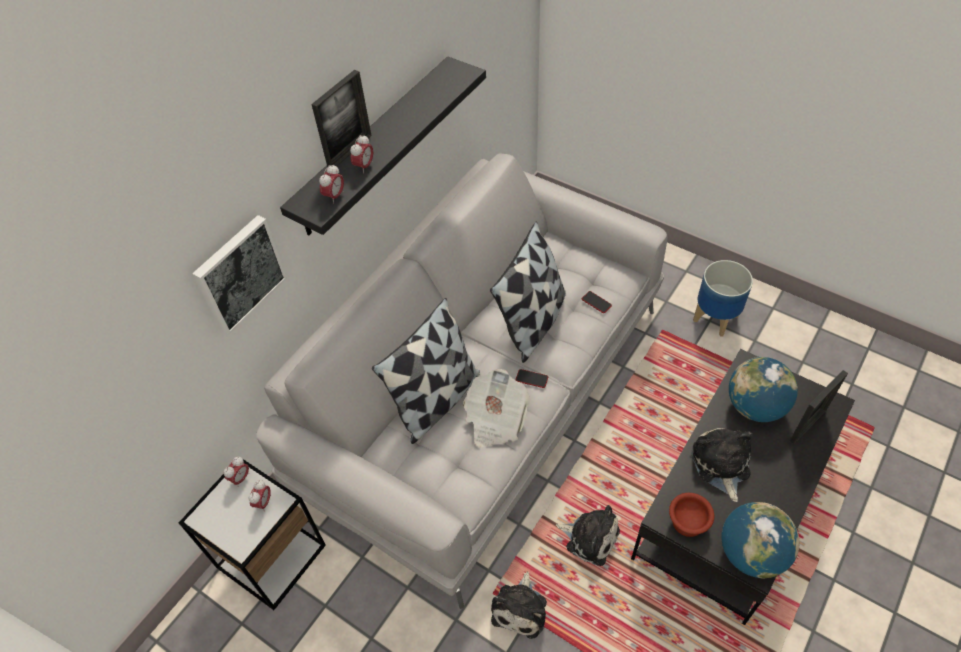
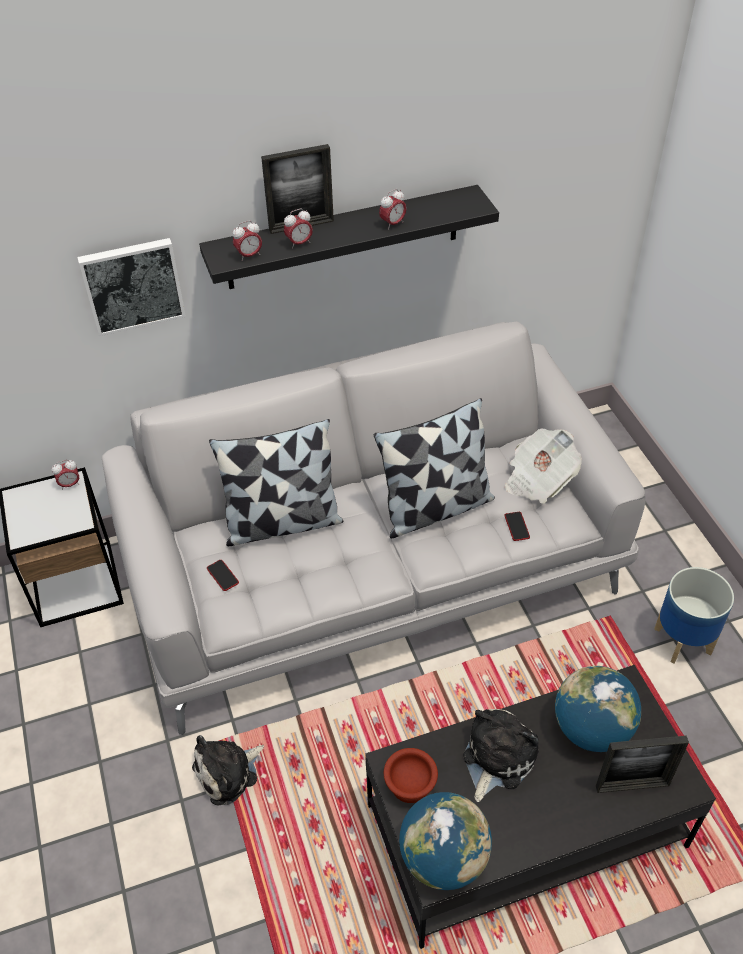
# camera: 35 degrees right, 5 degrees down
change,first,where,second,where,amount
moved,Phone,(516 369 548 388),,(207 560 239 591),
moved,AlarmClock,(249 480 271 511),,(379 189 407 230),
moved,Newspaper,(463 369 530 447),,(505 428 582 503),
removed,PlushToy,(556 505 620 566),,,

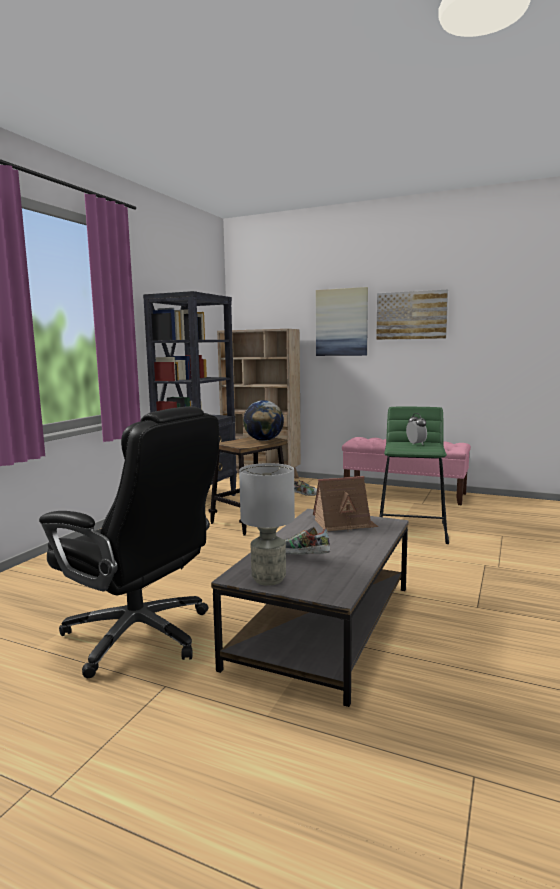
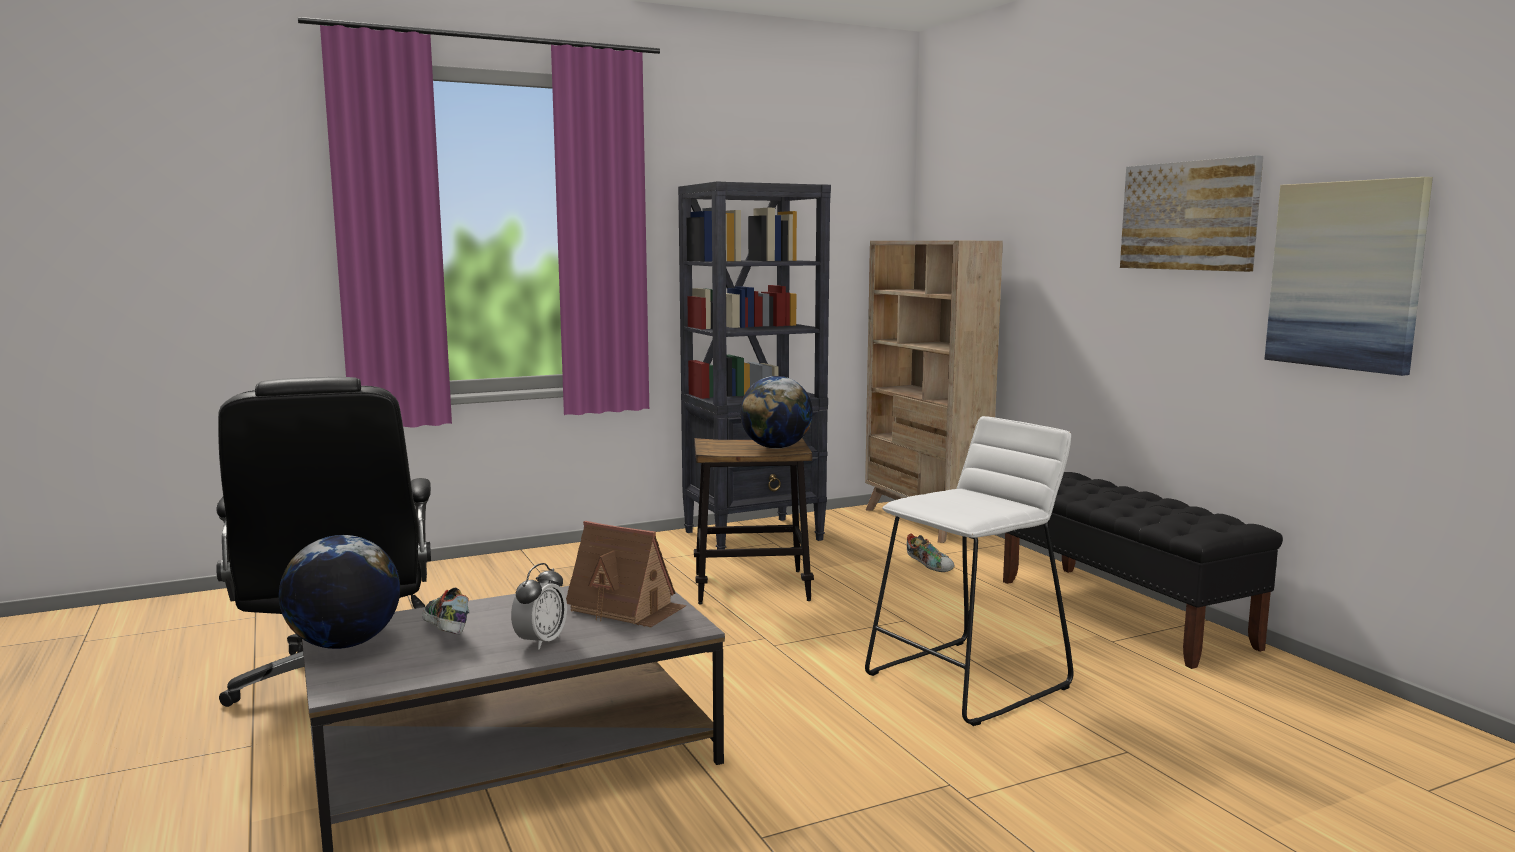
# camera: 40 degrees right, 0 degrees up
change,first,where,second,where,amount
replaced,GreyTableLamp,(239 463 295 586),Globe,(279 535 400 649),
moved,AlarmClock,(406 413 427 445),,(511 563 567 650),
recoloured,GreenStool,(380 407 449 544),WhiteStool,(865 416 1073 726),
recoloured,PinkBench,(342 437 471 505),BlackBench,(1003 472 1283 669),
moved,Picture,(316 287 368 356),,(1264 177 1433 376),

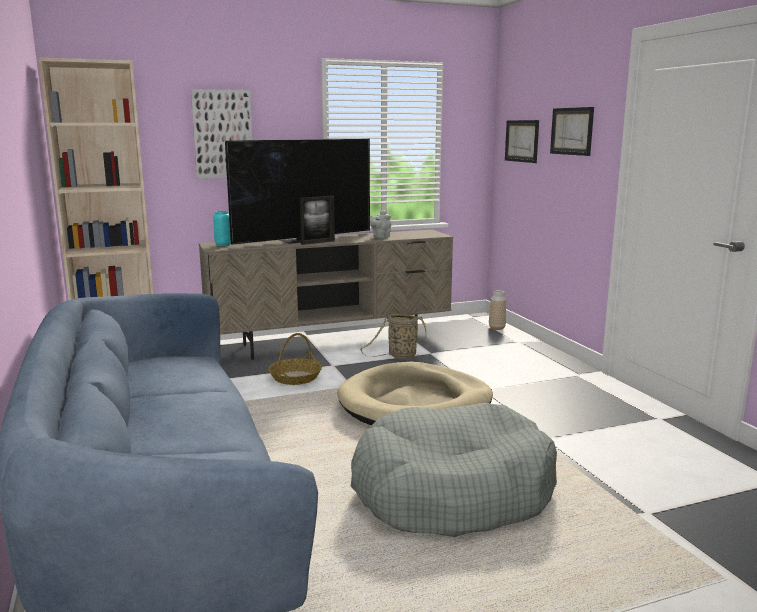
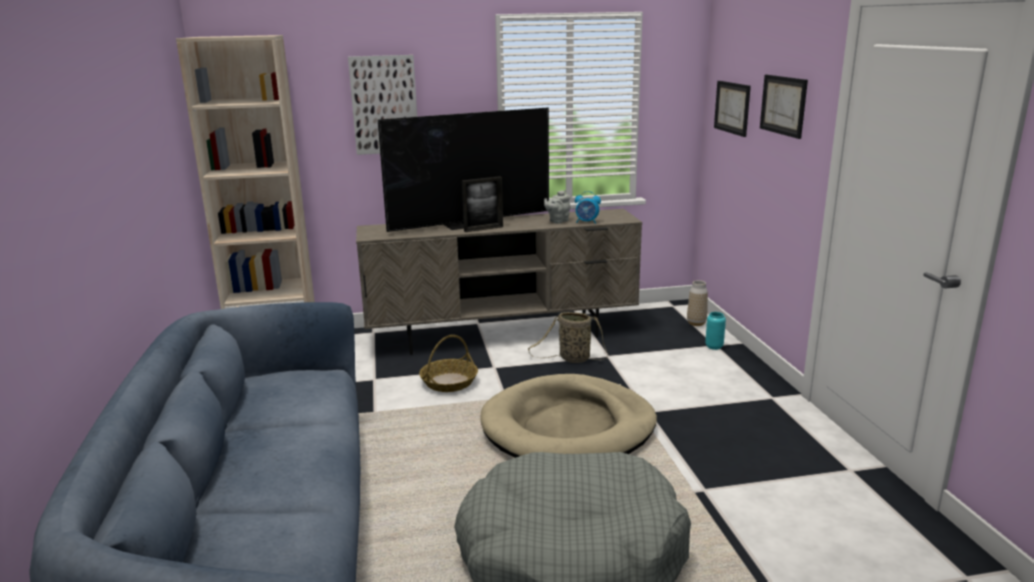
# camera: 10 degrees right, 5 degrees up
change,first,where,second,where,amount
added,,,AlarmClock,(575 191 601 224),
moved,TurquoiseVase,(213 211 231 246),,(705 312 726 350),

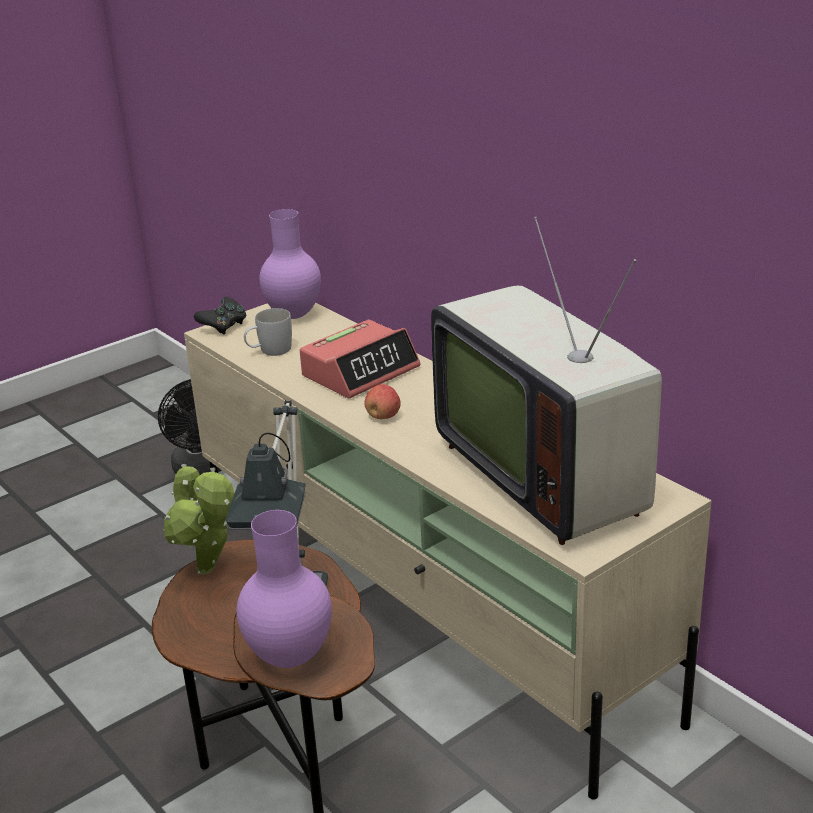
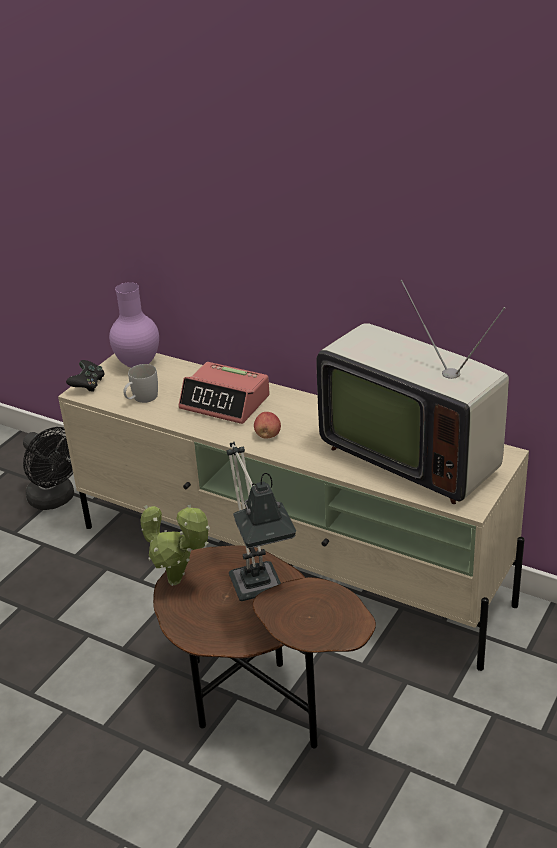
# camera: 20 degrees left, 5 degrees up
change,first,where,second,where,amount
turned,AlarmClock,(300 319 420 398),,(178 362 270 424),90 degrees clockwise
removed,PurpleVase,(237 510 332 668),,,

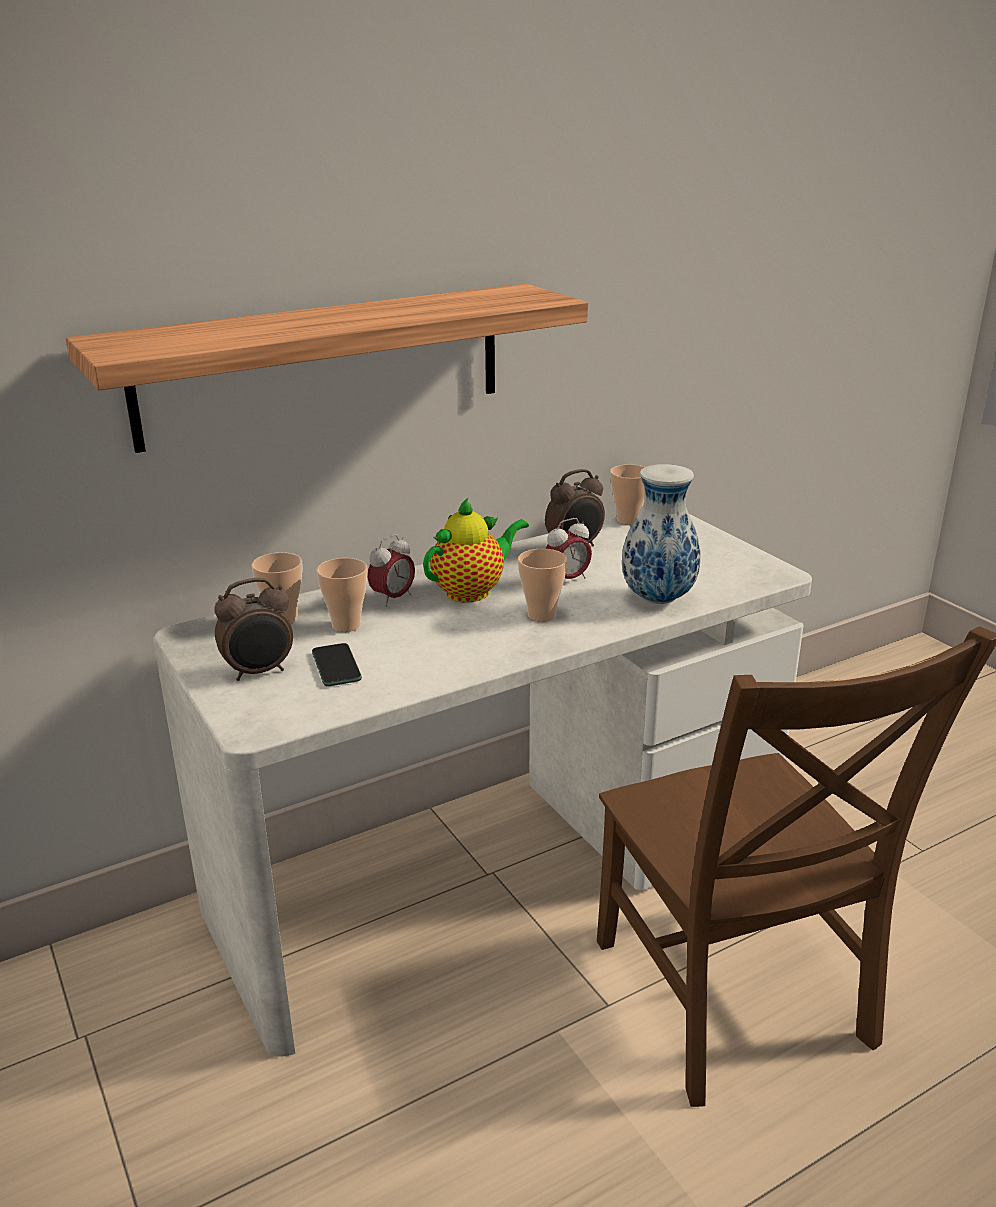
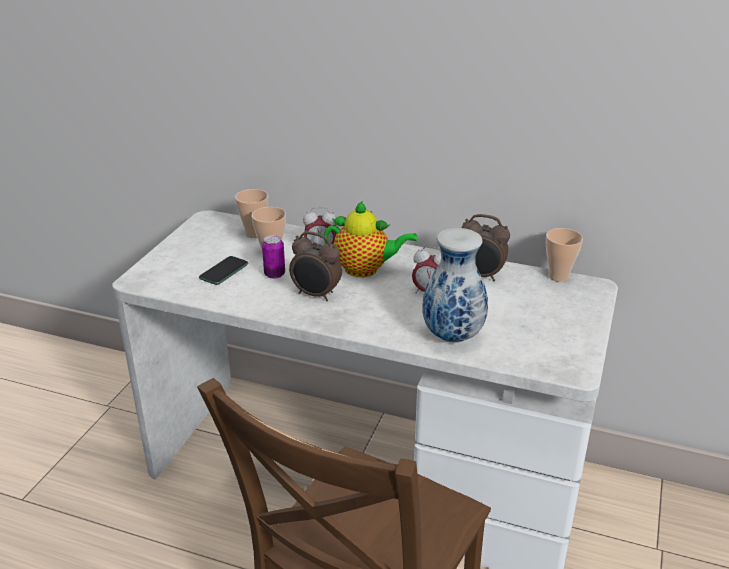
# camera: 50 degrees right, 5 degrees up
change,first,where,second,where,amount
added,,,Can,(262 235 285 279),
moved,AlarmClock,(214 578 293 681),,(289 231 342 301),
removed,Shelf,(66 284 588 453),,,
removed,Cup,(518 549 567 622),,,

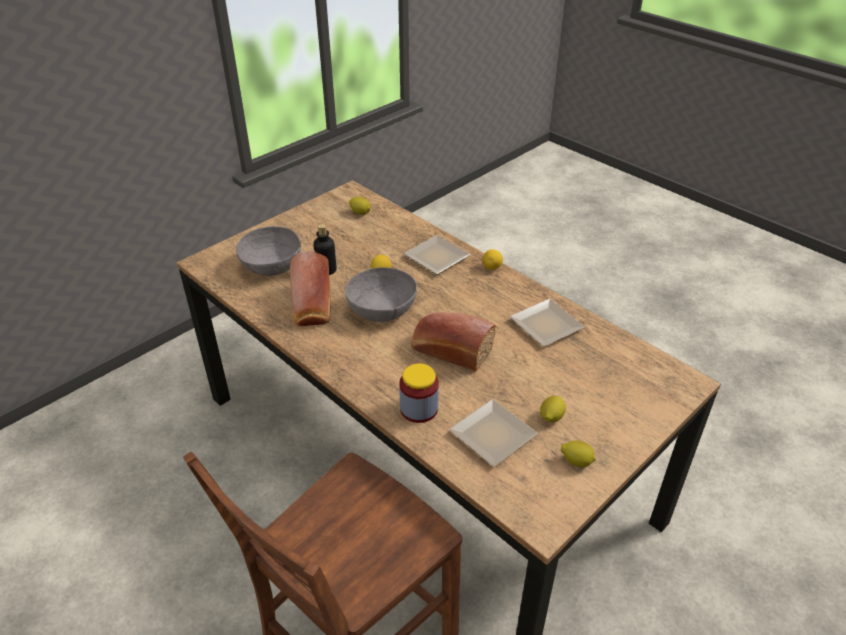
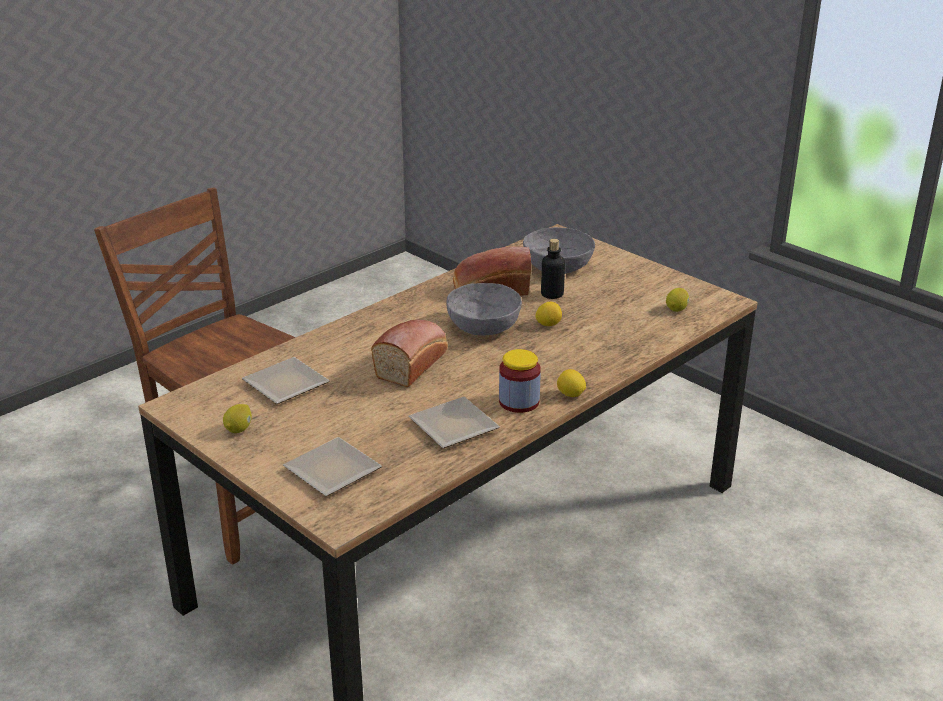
# camera: 90 degrees right, 10 degrees down
change,first,where,second,where,amount
moved,Plate,(403 235 470 275),,(283 437 382 496),
moved,Jar,(399 364 439 423),,(499 349 541 413),
removed,Lemon,(540 396 566 422),,,

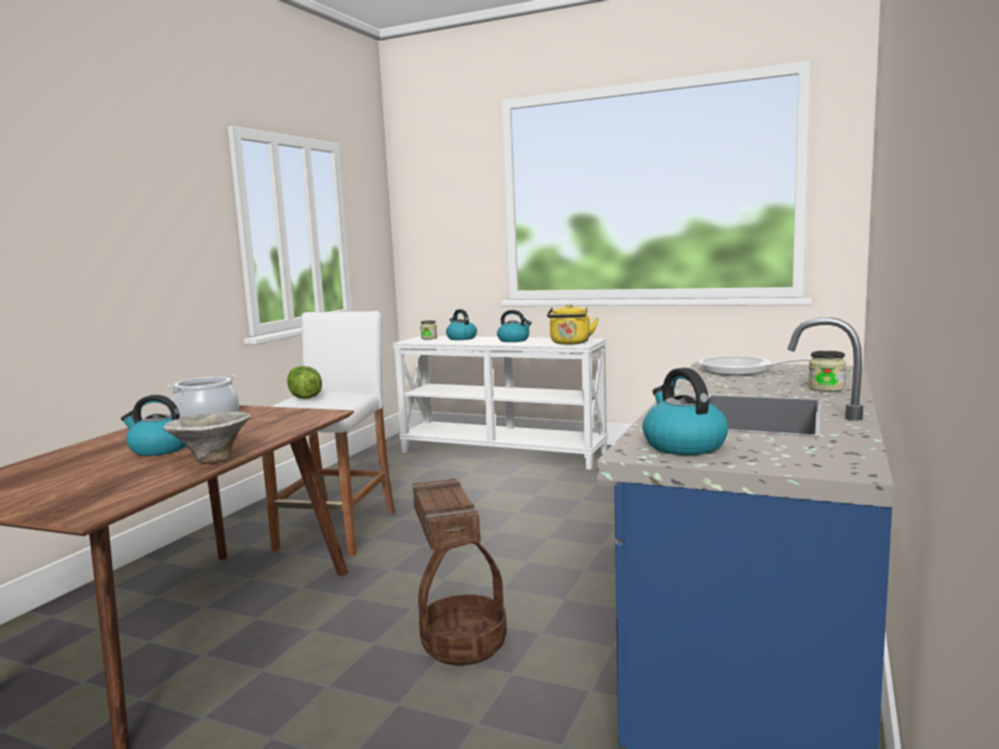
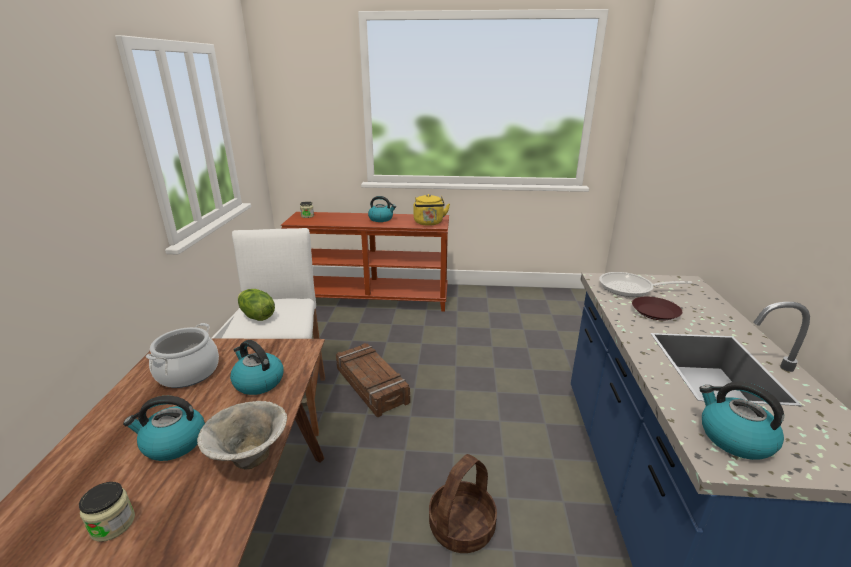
# camera: 20 degrees left, 15 degrees up
change,first,where,second,where,amount
moved,Jar,(808 351 846 392),,(79 482 135 542),
moved,Kettle,(446 309 477 340),,(230 340 284 395),
recoloured,WhiteConsoleTable,(392 336 608 470),BrownConsoleTable,(281 212 449 312),
added,,,BrownPlate,(632 297 682 321),

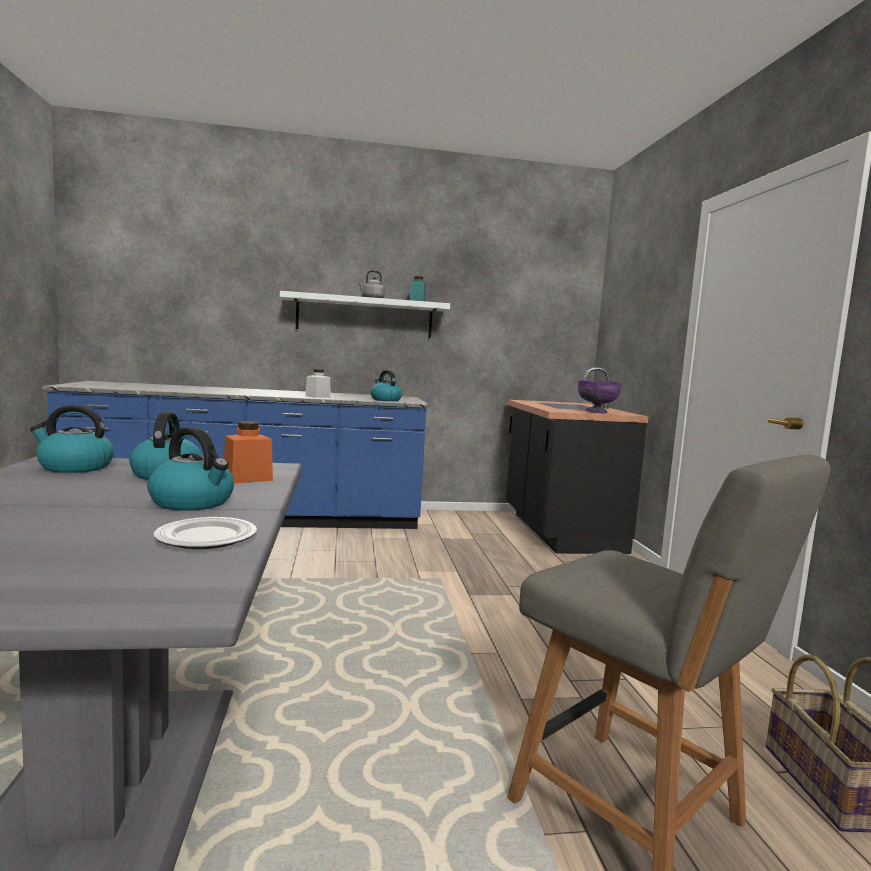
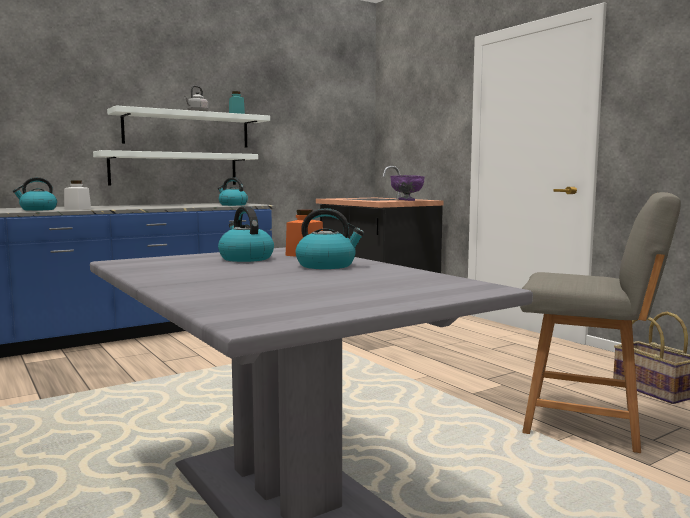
# camera: 25 degrees left, 0 degrees up
change,first,where,second,where,amount
moved,Kettle,(30 405 114 473),,(13 177 57 211),
moved,WhiteJar,(305 369 331 398),,(64 181 91 210),
added,,,WhiteShelf,(93 150 258 185),
removed,Plate,(154 517 257 549),,,

